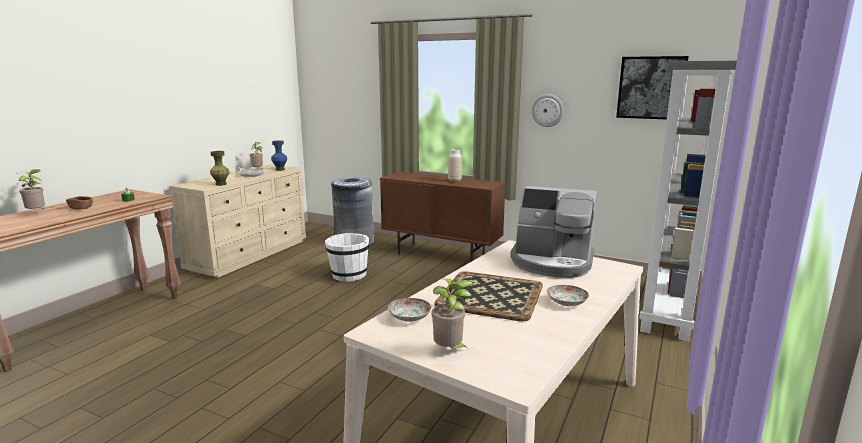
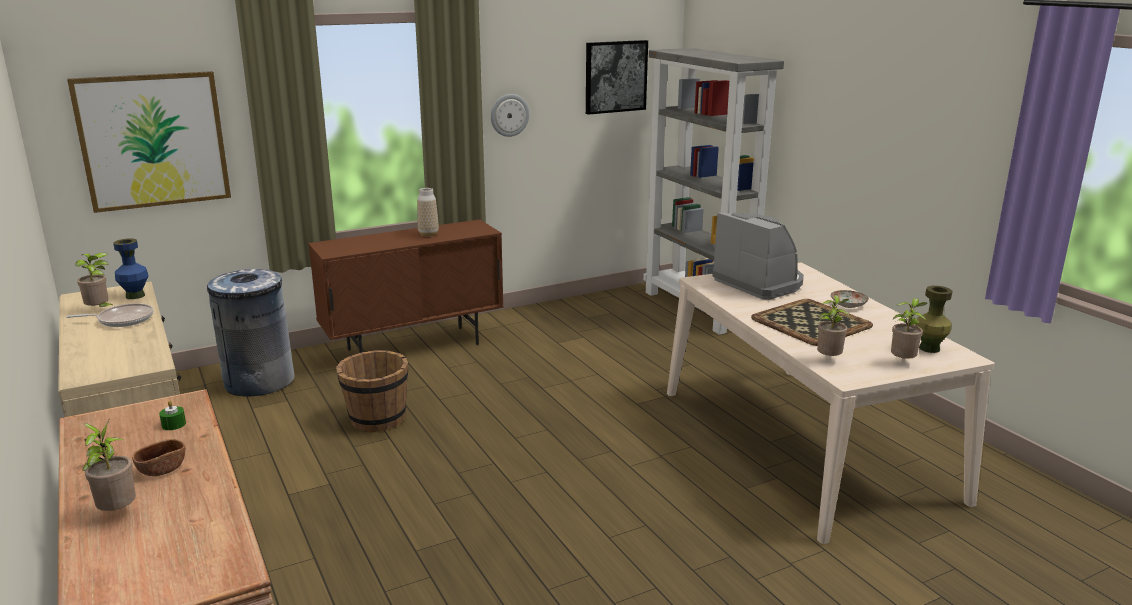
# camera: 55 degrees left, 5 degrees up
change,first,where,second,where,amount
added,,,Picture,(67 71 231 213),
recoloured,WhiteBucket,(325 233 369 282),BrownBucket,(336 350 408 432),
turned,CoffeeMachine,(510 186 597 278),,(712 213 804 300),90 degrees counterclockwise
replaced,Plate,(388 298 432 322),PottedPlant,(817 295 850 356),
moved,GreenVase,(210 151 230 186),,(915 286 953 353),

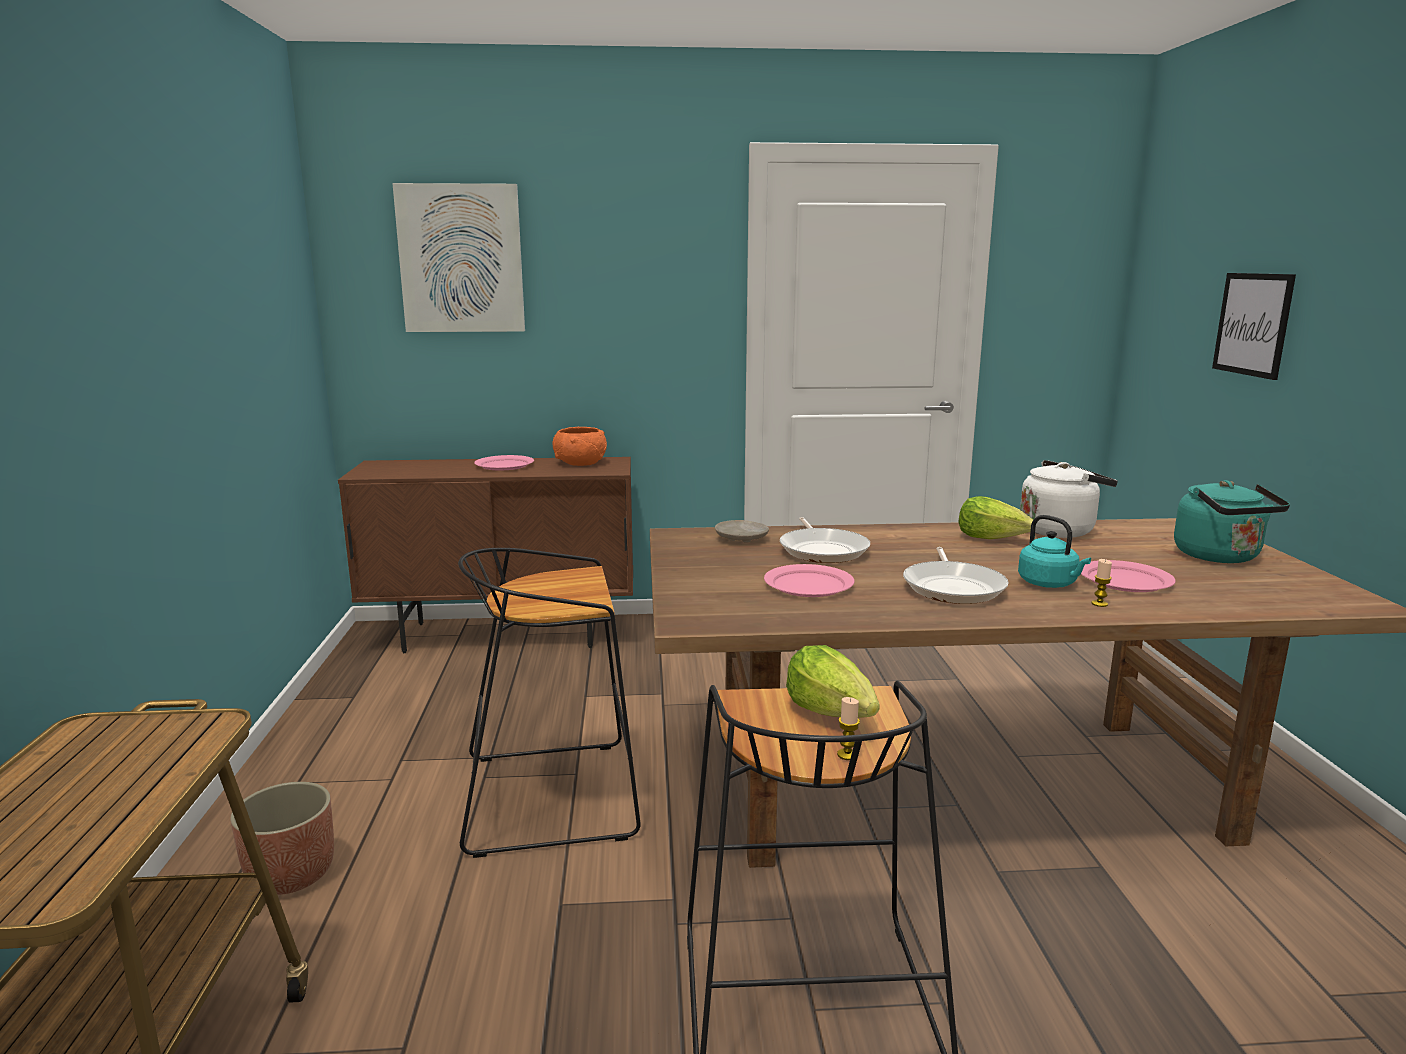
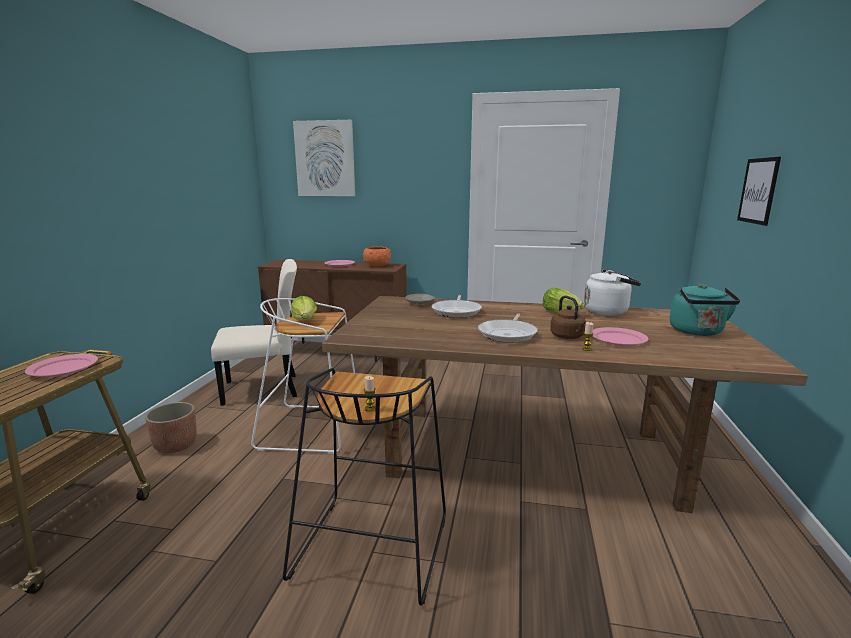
# camera: 15 degrees right, 0 degrees up
change,first,where,second,where,amount
moved,PinkPlate,(764 564 855 597),,(25 354 98 377),
added,,,BeigeChair,(211 259 297 406),
recoloured,BlackStool,(458 548 641 858),WhiteStool,(251 298 355 454),
moved,Lettuce,(786 645 880 718),,(291 296 317 321),
recoloured,TurquoiseKettle,(1018 515 1091 588),BrownKettle,(550 295 586 339),

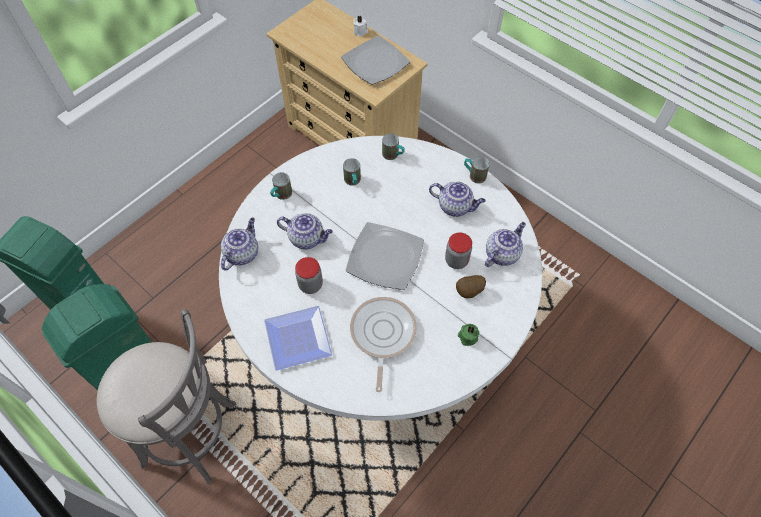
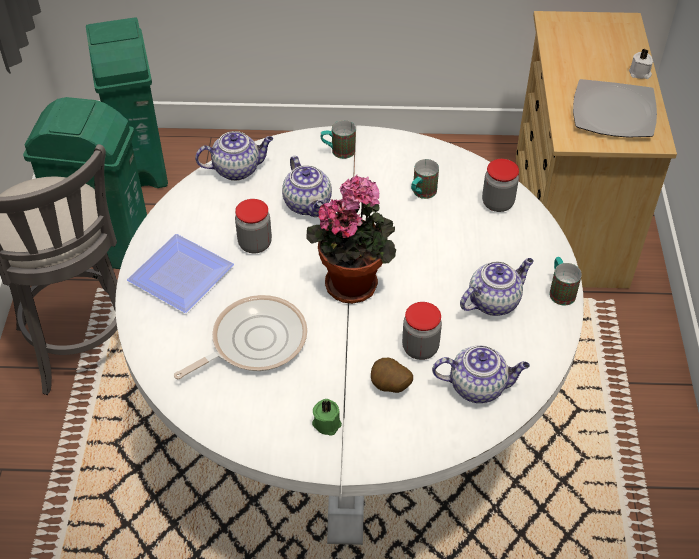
# camera: 50 degrees right, 10 degrees down
change,first,where,second,where,amount
replaced,Plate,(346 222 424 290),PottedPlant,(306 175 396 304),
turned,Teapot,(429 181 486 217),,(460 258 534 316),105 degrees counterclockwise
replaced,Mug,(382 133 405 160),Jar,(482 159 519 212),

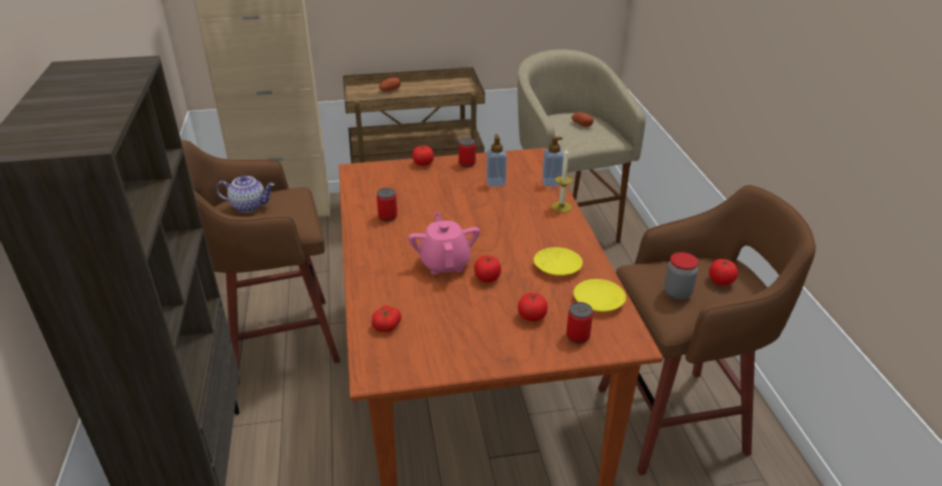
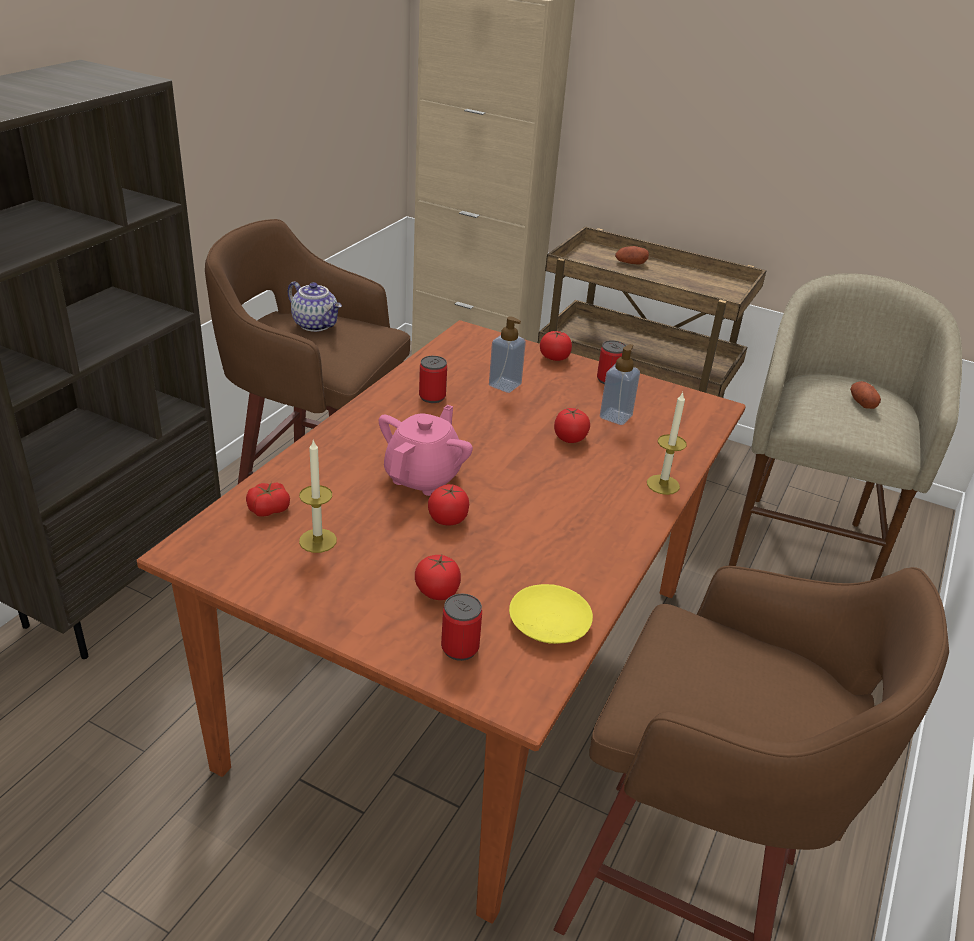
# camera: 35 degrees right, 0 degrees up
change,first,where,second,where,amount
added,,,Candle,(299 439 337 553),
moved,SoapDispenser,(542 137 564 187),,(489 317 526 393),
moved,Tomato,(709 259 738 285),,(554 408 590 443),
removed,YellowPlate,(534 247 583 276),,,
removed,Jar,(664 252 699 300),,,

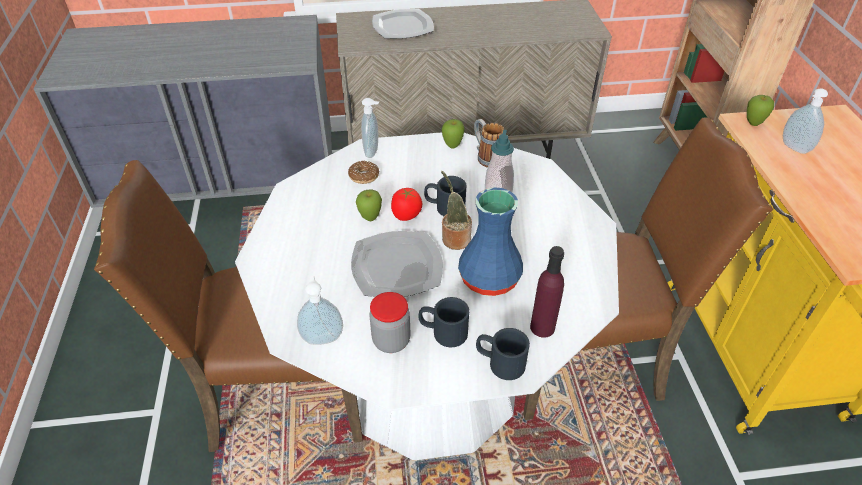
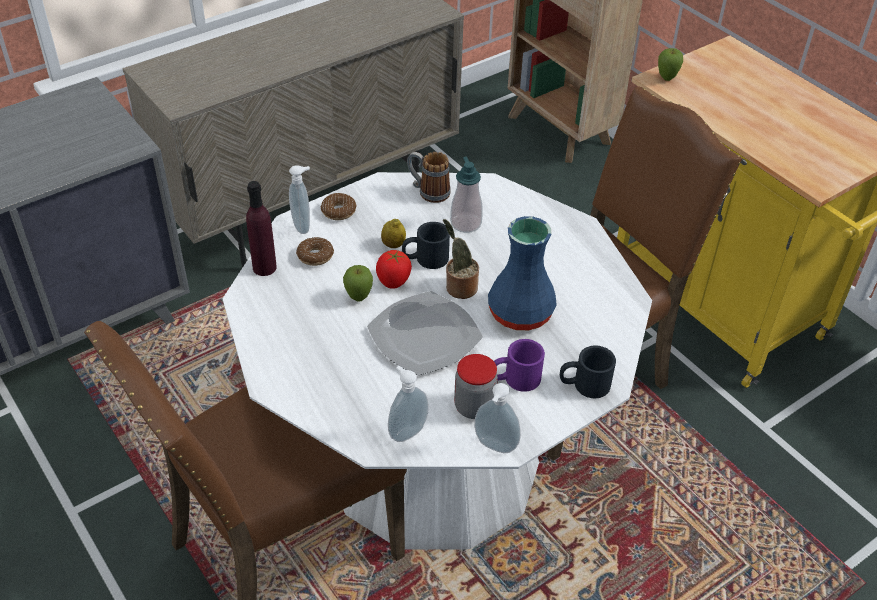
# camera: 30 degrees left, 0 degrees up
change,first,where,second,where,amount
moved,PurpleBottle,(530 246 564 338),,(246 181 277 276),
added,,,Donut,(321 193 356 220),
added,,,Lemon,(381 219 406 248),
moved,SoapDispenser,(783 88 828 154),,(474 383 521 453),
recoloured,BlackMug,(418 297 469 347),PurpleMug,(494 339 545 392),
removed,Plate,(372 9 434 39),,,
removed,Apple,(442 119 465 148),,,

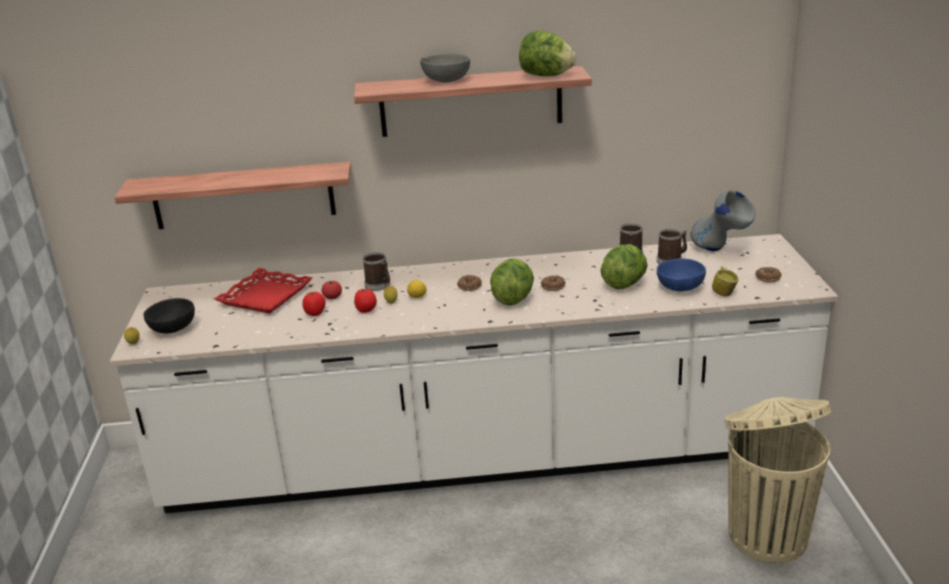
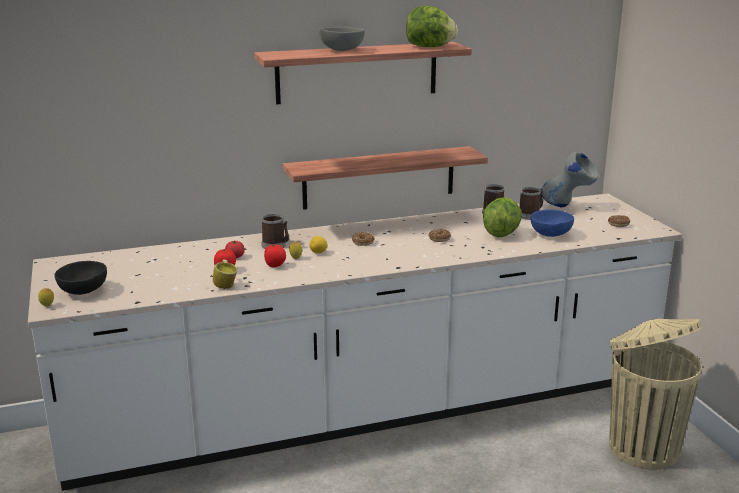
# camera: 15 degrees left, 5 degrees down
change,first,where,second,where,amount
moved,Mug,(712 266 738 296),,(213 259 237 289),
moved,Shelf,(114 162 351 229),,(283 146 488 210),
removed,RedTray,(214 268 312 314),,,
removed,Lettuce,(490 258 534 306),,,

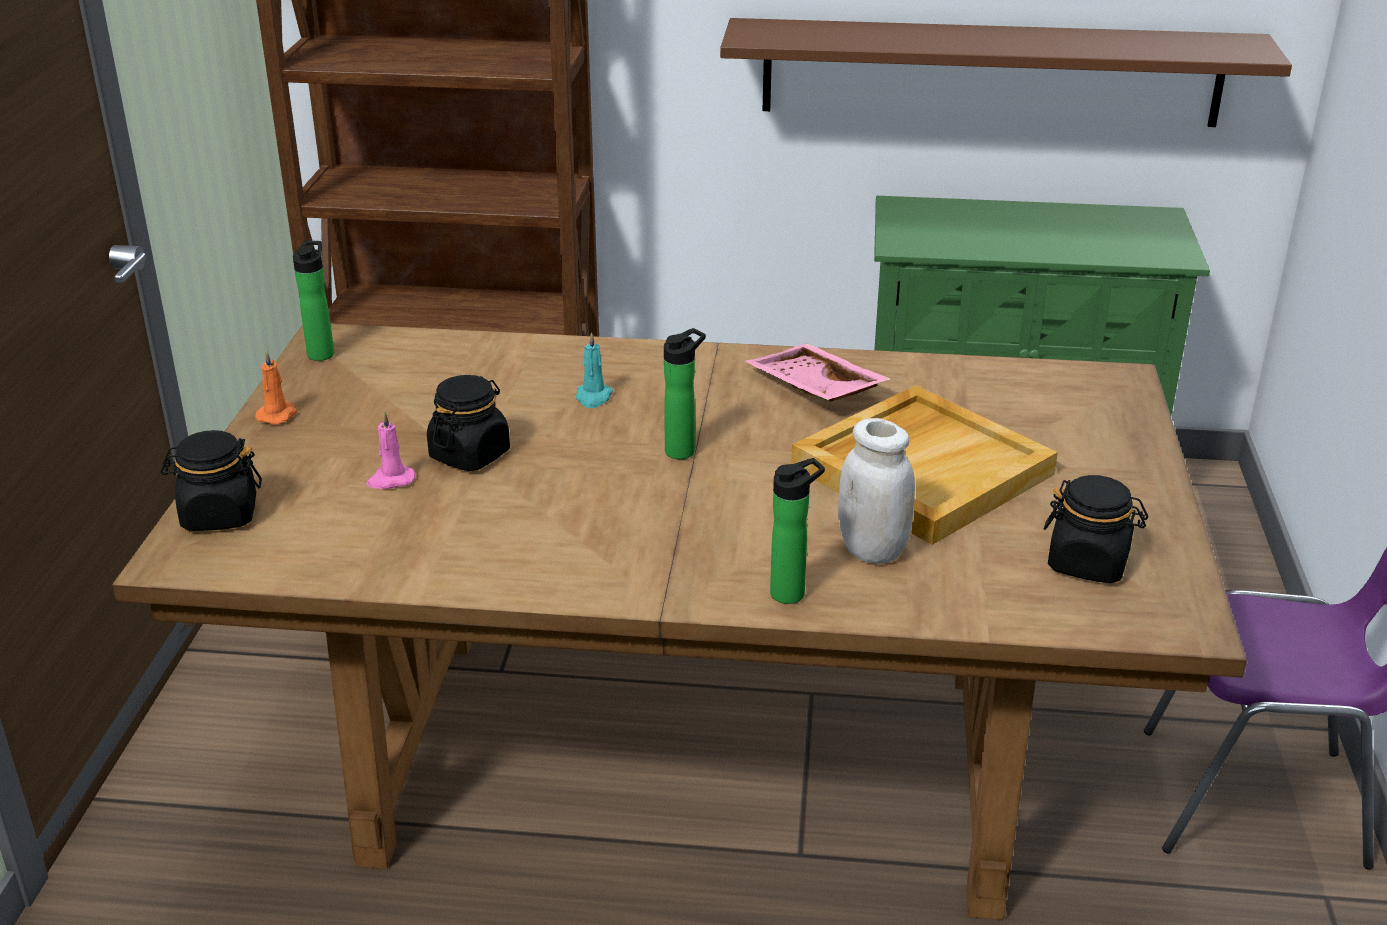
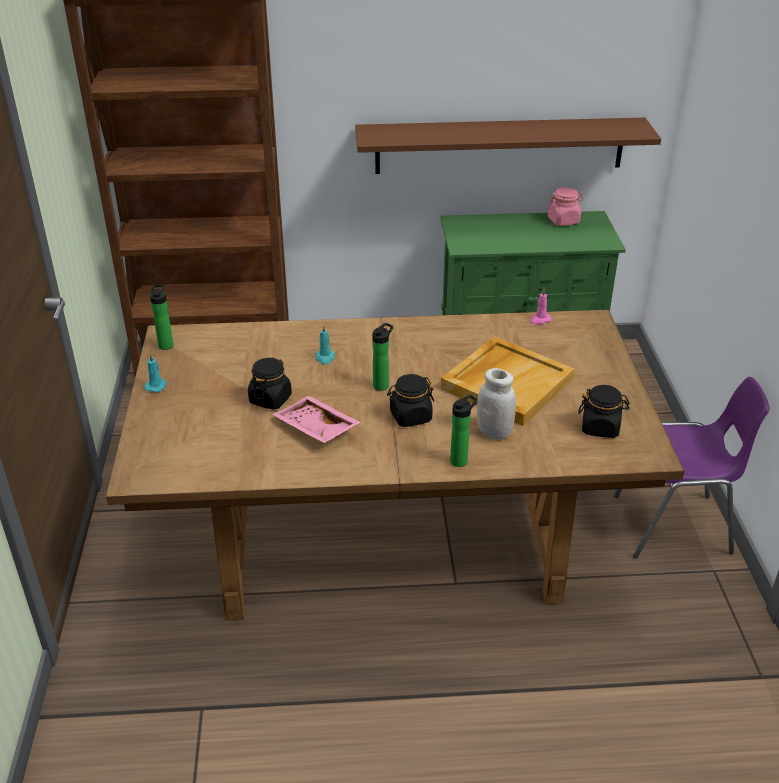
# camera: 10 degrees left, 5 degrees up
change,first,where,second,where,amount
recoloured,OrangeCandle,(255 350 297 425),TurquoiseCandle,(144 353 167 392),
moved,PinkTray,(745 343 890 402),,(272 396 361 443),
moved,BlackJar,(161 430 262 531),,(387 374 434 427),
moved,PinkCandle,(366 411 415 489),,(530 289 551 324),
added,,,PinkJar,(548 187 584 226),

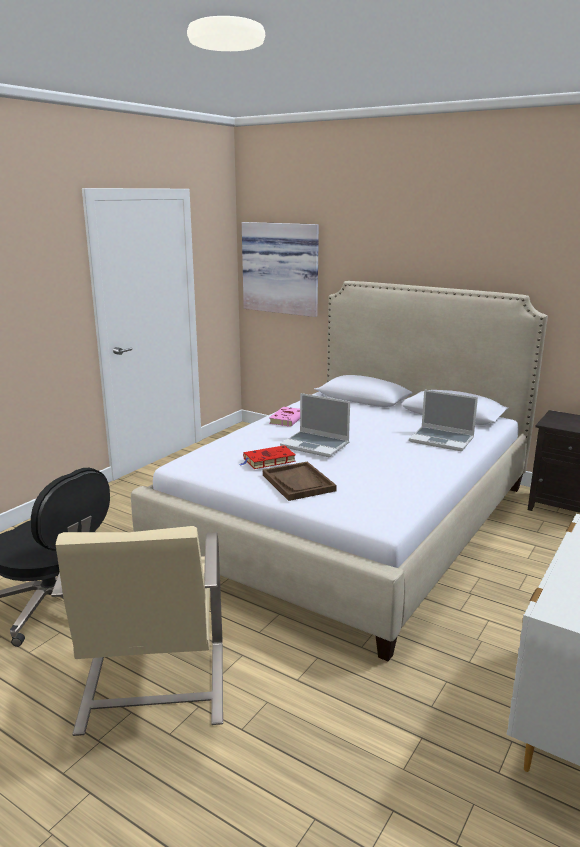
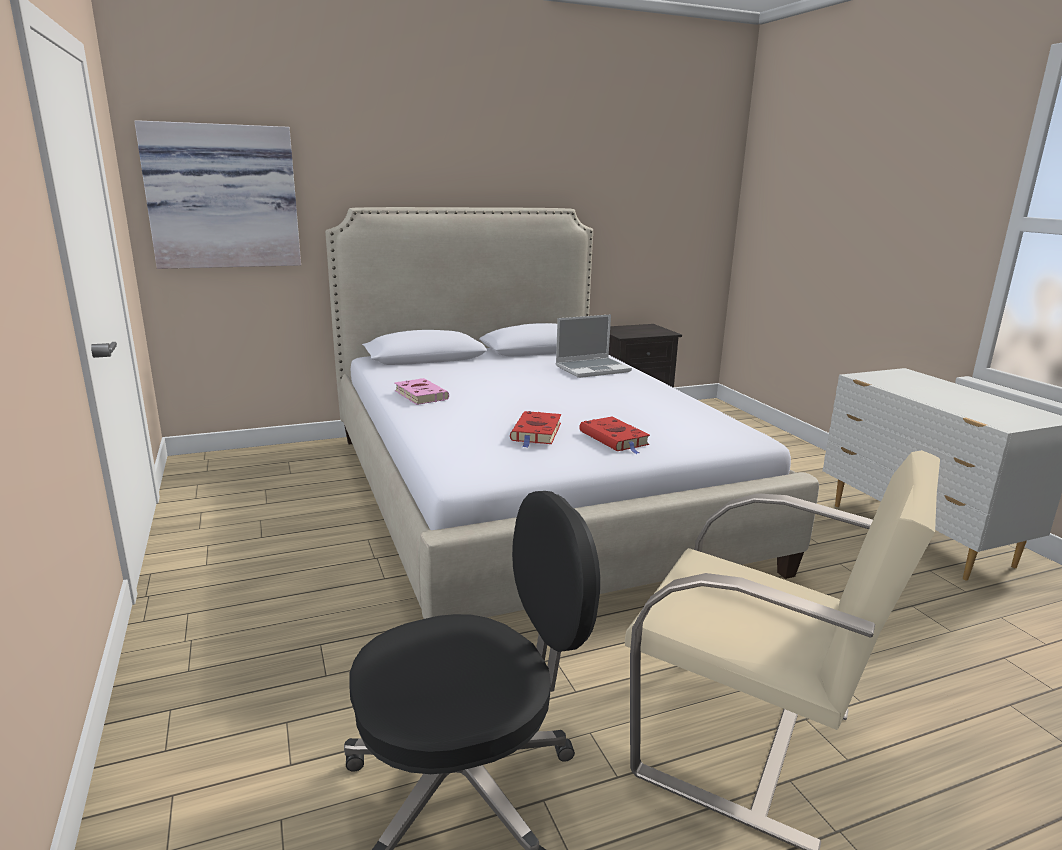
# camera: 55 degrees left, 0 degrees up
change,first,where,second,where,amount
replaced,BrownTray,(263 462 337 501),RedBook,(579 417 650 454),
removed,Laptop,(280 393 350 457),,,

